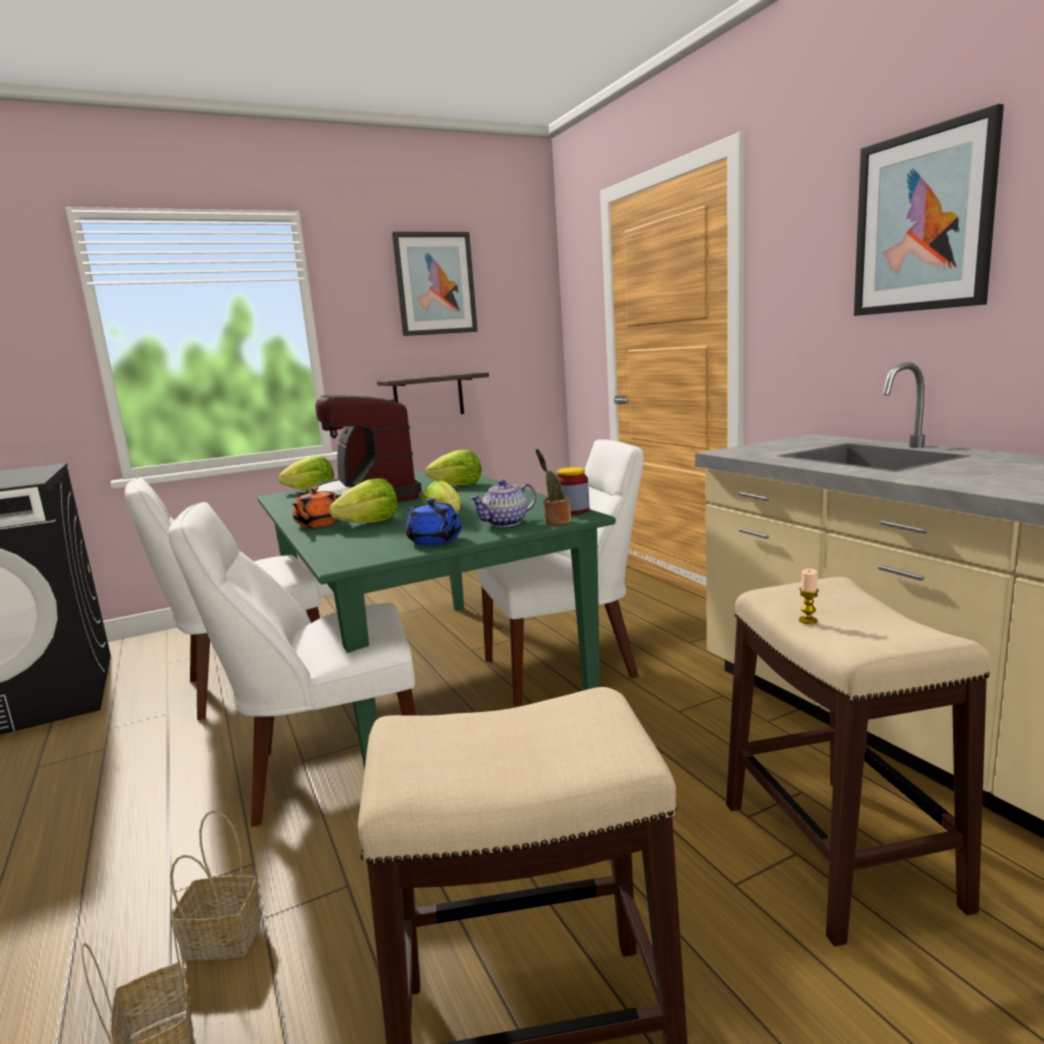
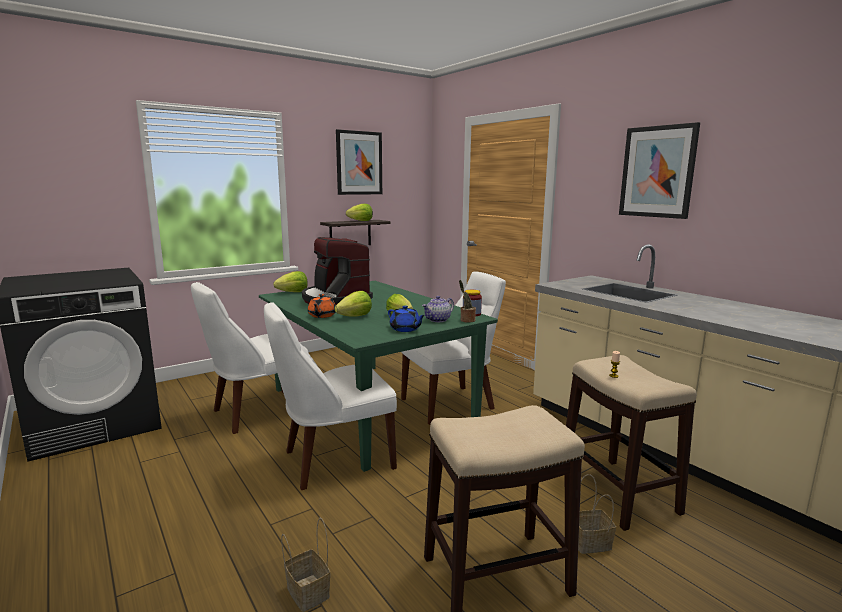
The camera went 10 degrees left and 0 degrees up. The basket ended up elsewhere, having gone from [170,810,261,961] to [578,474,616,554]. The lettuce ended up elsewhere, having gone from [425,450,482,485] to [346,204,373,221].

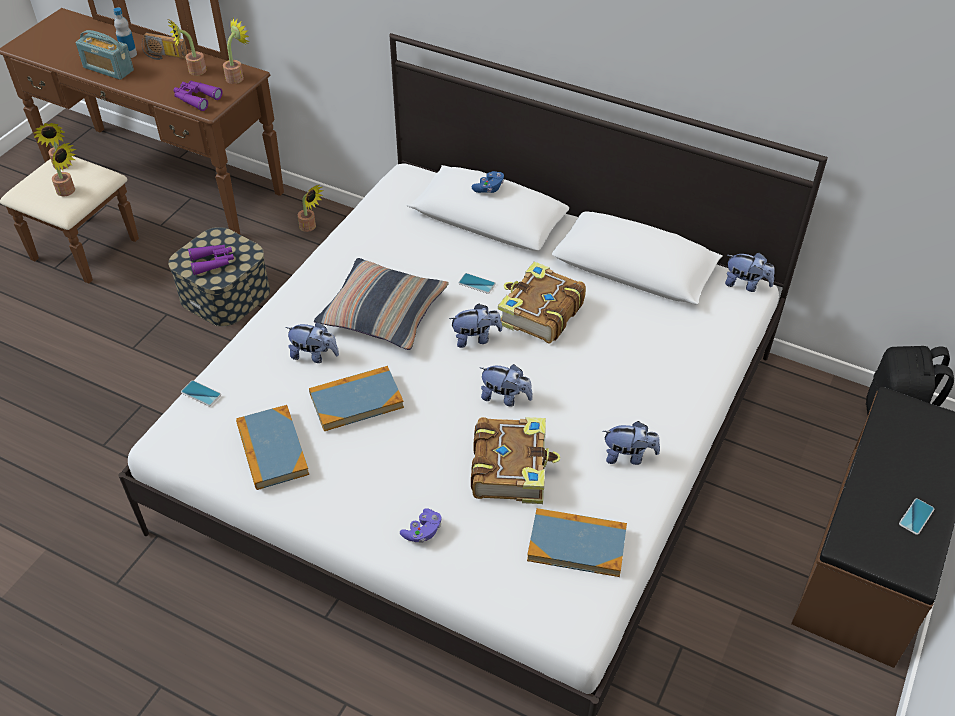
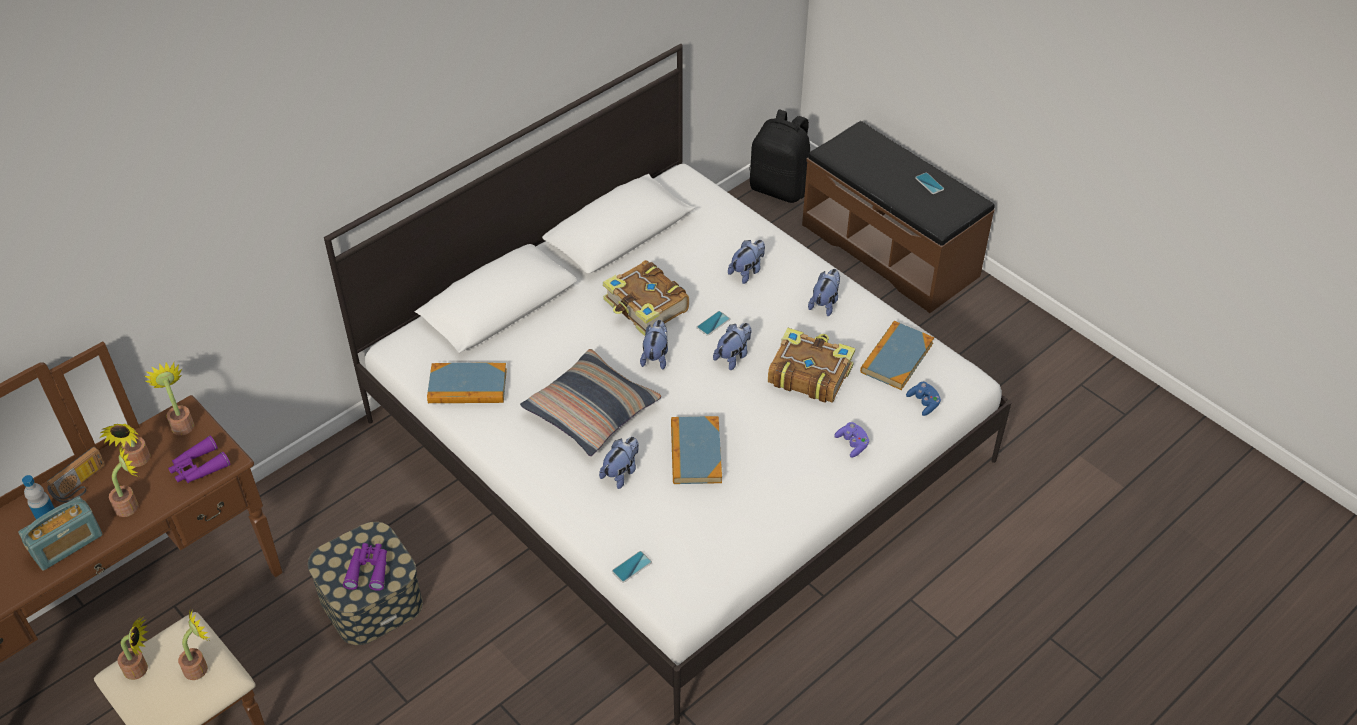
The camera went 70 degrees left and 0 degrees up. The book ended up elsewhere, having gone from [236,405,309,490] to [427,363,507,403]. The potted plant ended up elsewhere, having gone from [298,185,324,232] to [109,444,139,517]. The phone ended up elsewhere, having gone from [458,273,496,294] to [697,311,730,336]. The game controller/blue ended up elsewhere, having gone from [472,171,504,193] to [906,382,941,416]. The plush toy ended up elsewhere, having gone from [725,253,775,292] to [728,240,765,284].

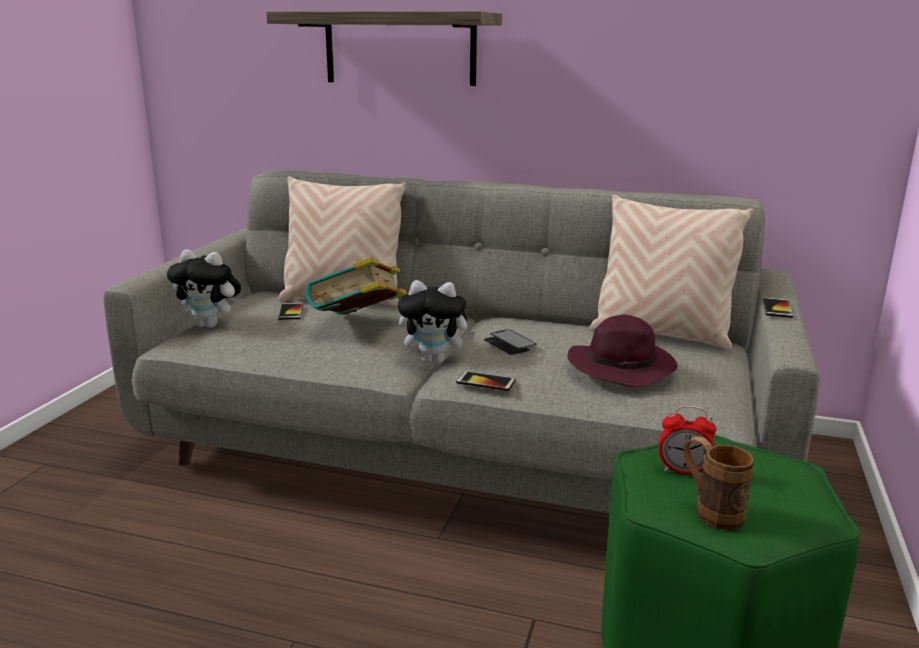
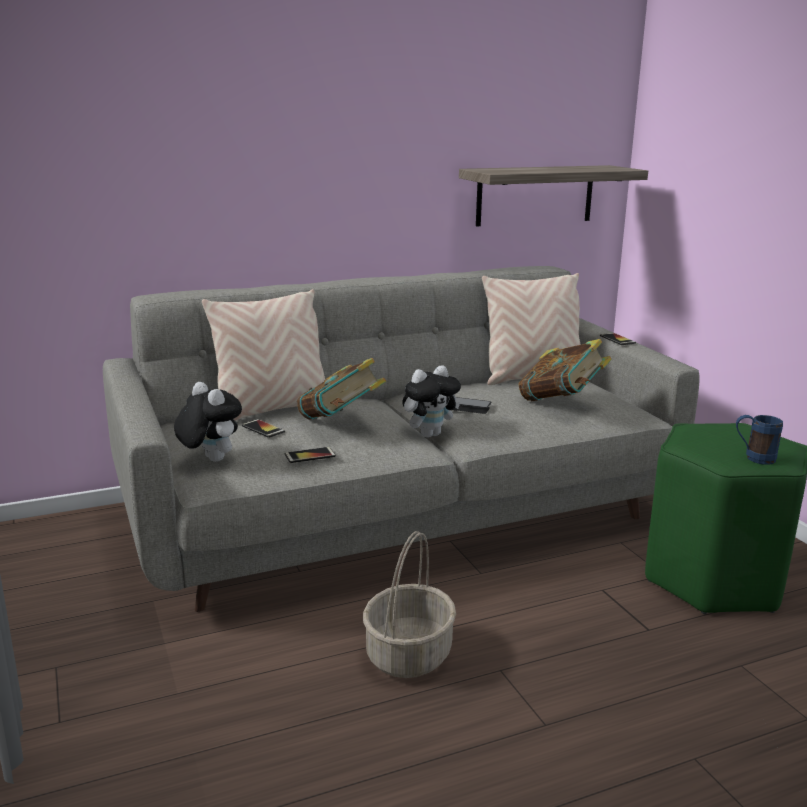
The camera went 40 degrees left and 0 degrees up. The plush toy at [167,250,241,328] ended up facing another way, 105 degrees counterclockwise from before. The shelf ended up elsewhere, having gone from [266,11,502,86] to [459,165,648,227]. The phone ended up elsewhere, having gone from [456,371,516,391] to [285,447,336,463]. Where the hat/purple stood at [568,315,678,387], the book came to stand at [518,339,612,401]. The second view lost the alarm clock at [659,405,717,476]. What was the mug/brown at [684,436,754,530] turned into the mug/blue at [736,415,783,465]. The second view gained the basket at [363,531,456,678].

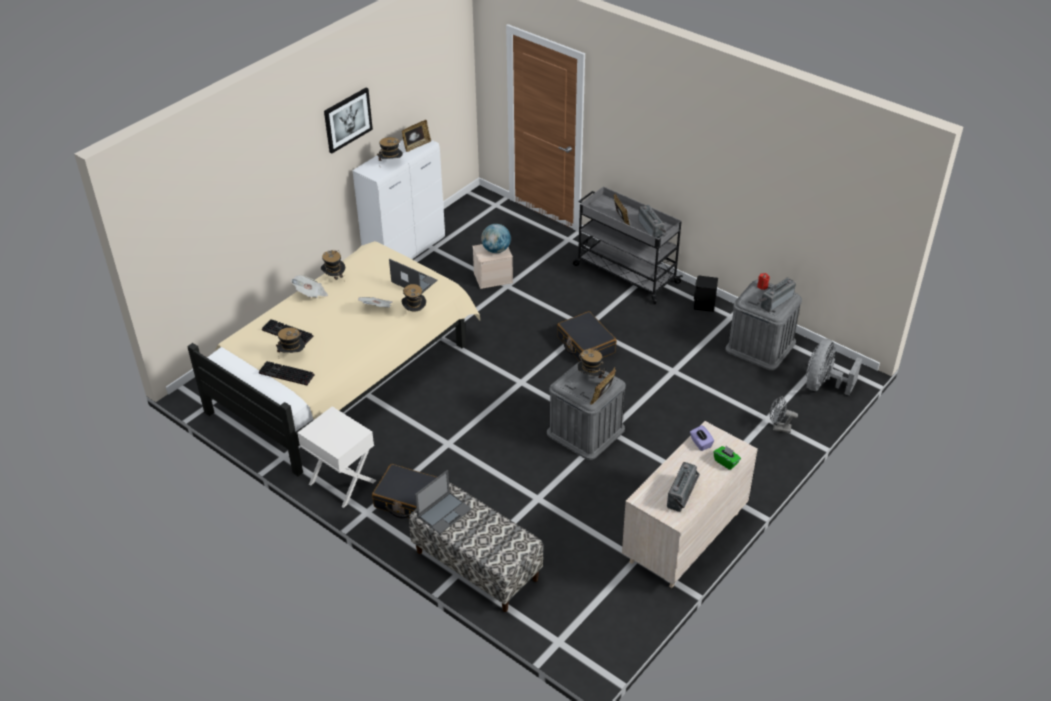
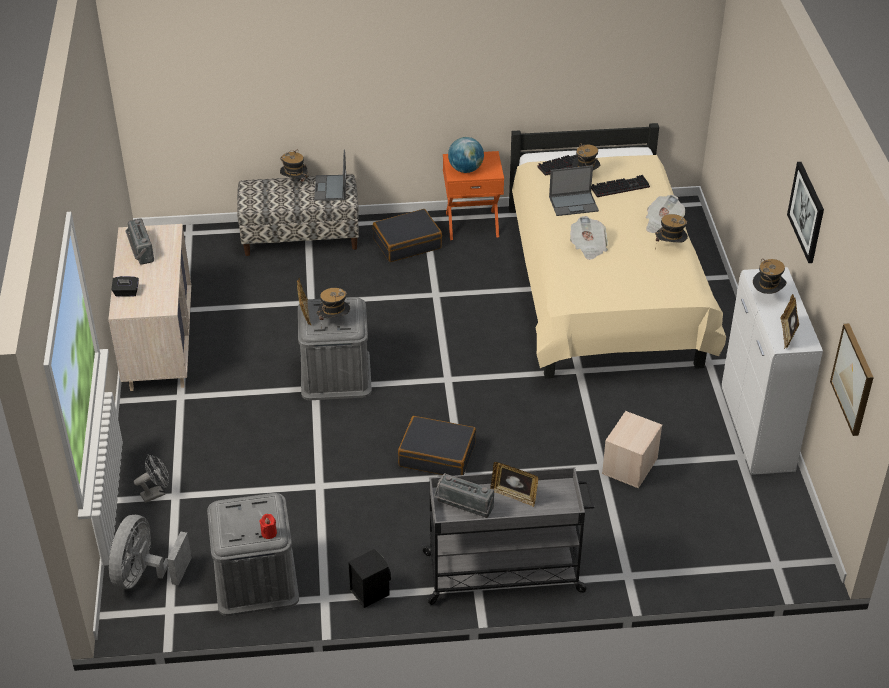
The camera went 135 degrees right and 0 degrees up. What was the nightstand/white at [297,406,377,508] turned into the nightstand/orange at [443,151,504,240]. The laptop ended up elsewhere, having gone from [389,259,437,293] to [549,165,599,216]. The hat ended up elsewhere, having gone from [401,284,426,311] to [280,150,308,182]. The globe ended up elsewhere, having gone from [481,224,511,253] to [448,137,484,173]. The second view lost the tissue box/purple at [690,425,714,451]. What was the tissue box/green at [713,446,741,470] turned into the tissue box/black at [111,276,139,297]. The second view lost the radio at [759,277,796,312]. The fan/grey at [806,339,862,396] ended up facing another way, 150 degrees counterclockwise from before. The second view gained the picture at [830,323,874,436].

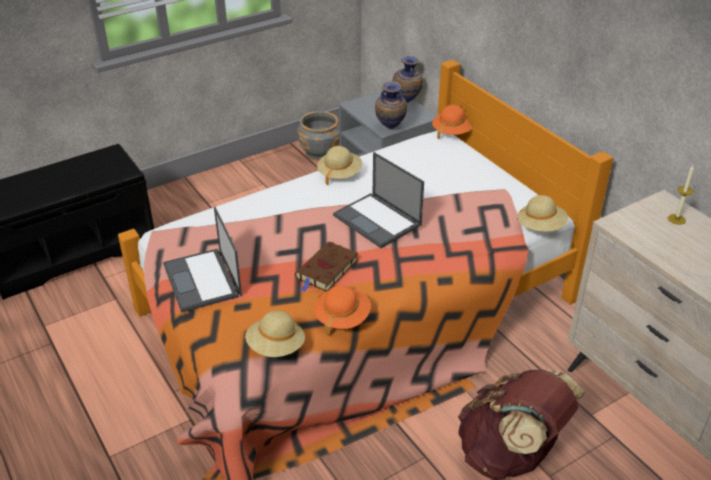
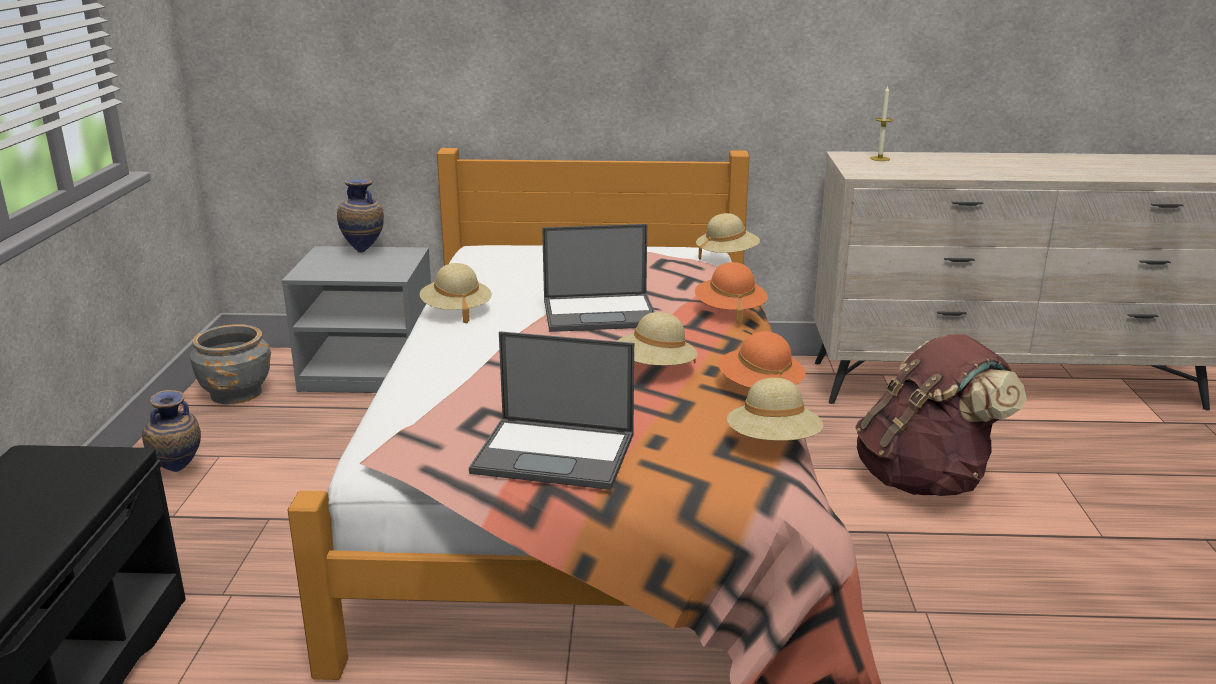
The camera went 55 degrees left and 15 degrees down. Where the book/brown stood at [295,241,358,292], the hat/beige came to stand at [617,312,698,366]. The vase ended up elsewhere, having gone from [375,81,407,129] to [142,390,201,472]. The hat/orange ended up elsewhere, having gone from [432,105,472,139] to [695,262,768,325].

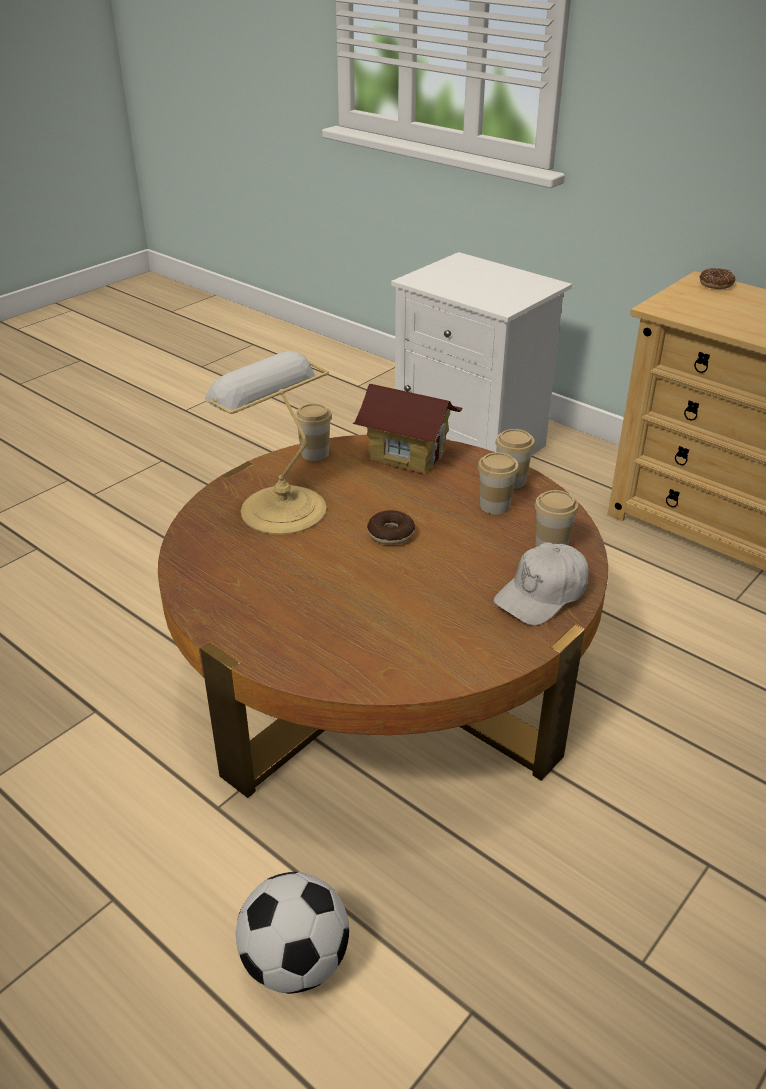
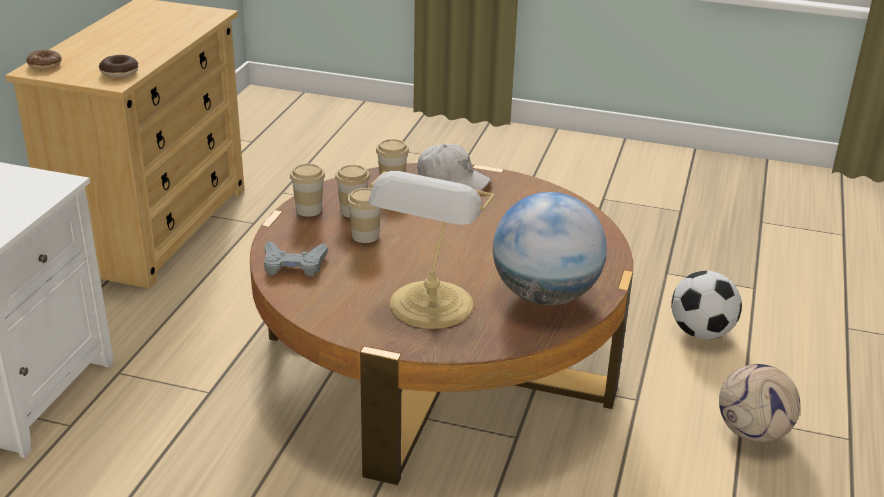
The camera went 115 degrees left and 5 degrees down. The cup ended up elsewhere, having gone from [295,403,332,461] to [347,188,381,243]. Where the toy house stood at [353,384,463,474], the game controller/grey came to stand at [264,241,328,277]. The donut ended up elsewhere, having gone from [367,510,415,545] to [99,55,138,78]. The second view gained the globe at [493,192,607,305]. The second view gained the football at [719,364,800,442].

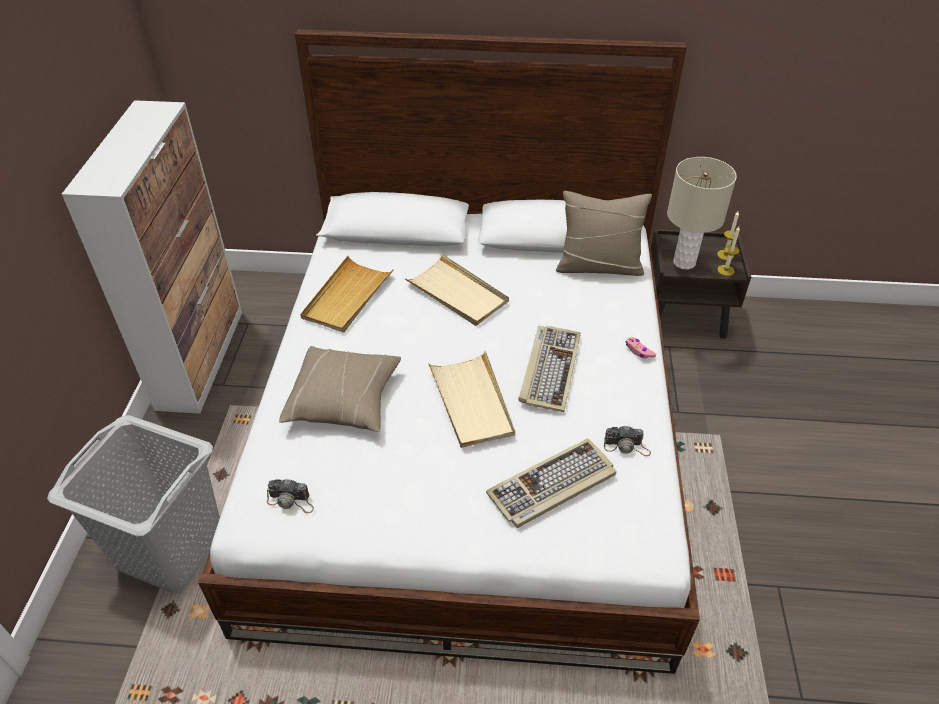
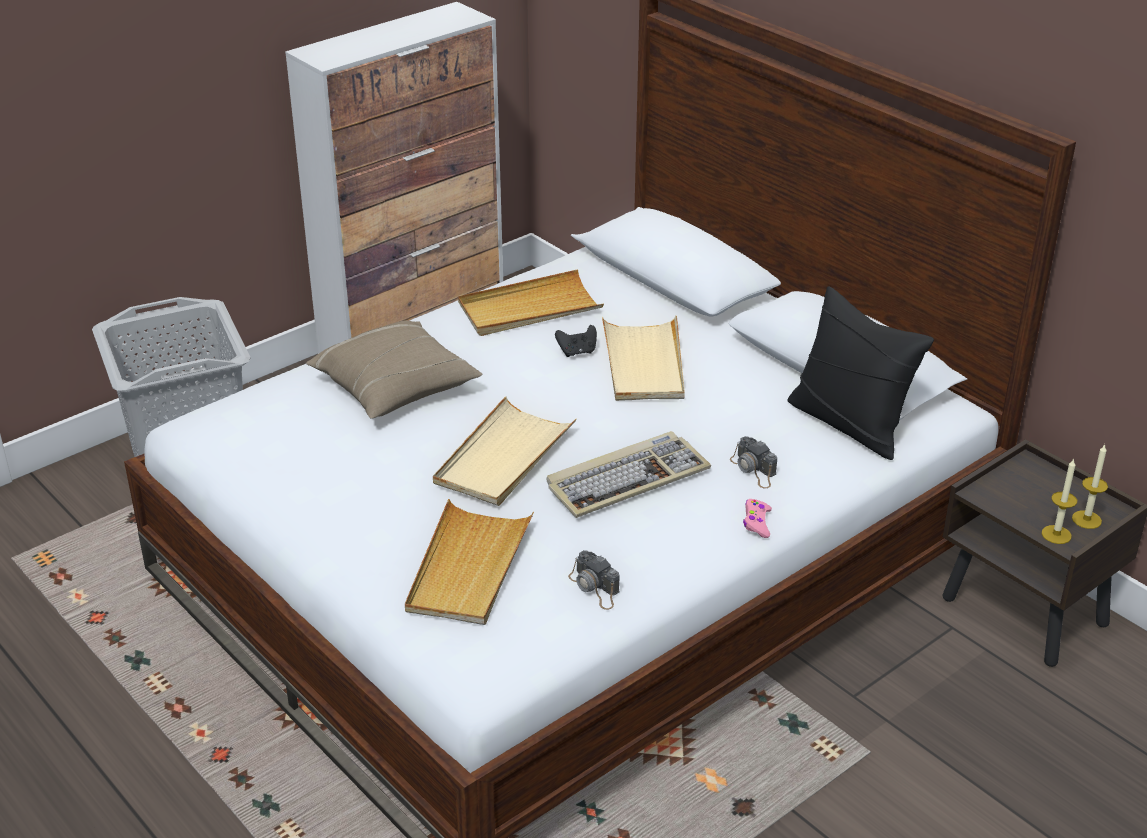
The camera went 45 degrees right and 10 degrees down. The photo camera ended up elsewhere, having gone from [267,479,314,513] to [730,436,777,488]. Where the keyboard stood at [486,438,616,528], the tray/beige came to stand at [405,499,534,625]. What was the pillow/beige at [556,191,652,276] turned into the pillow/black at [787,286,934,460]. The second view lost the table lamp/beige at [667,157,737,270]. The second view gained the game controller/black at [555,325,597,357].

